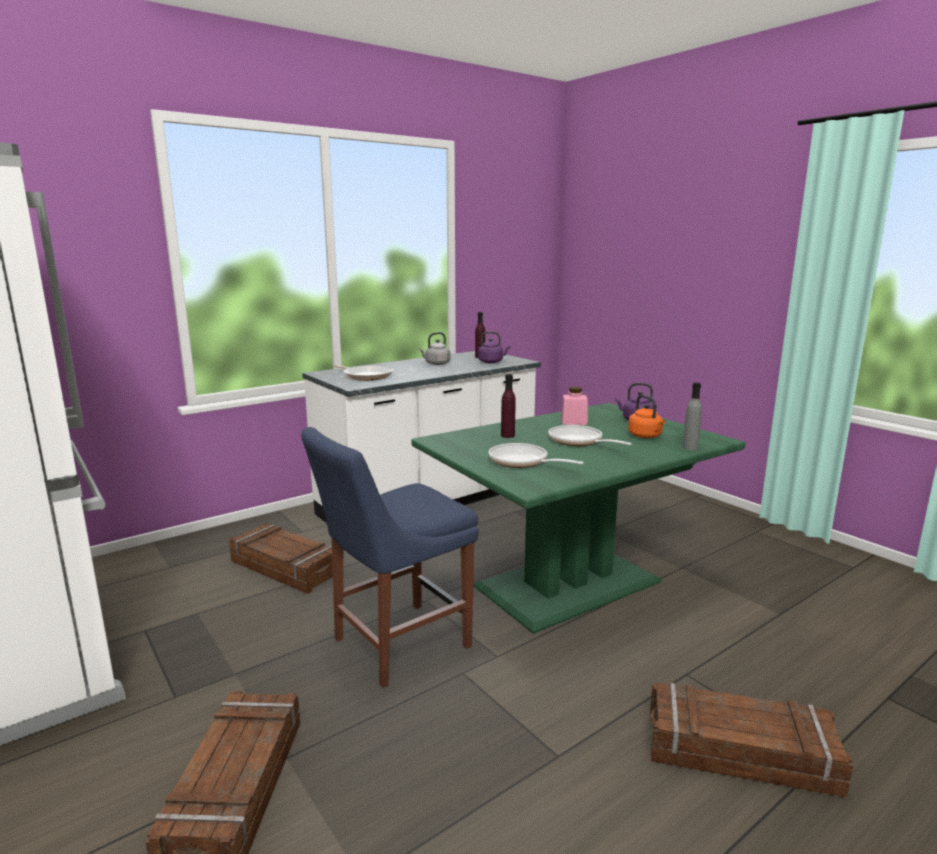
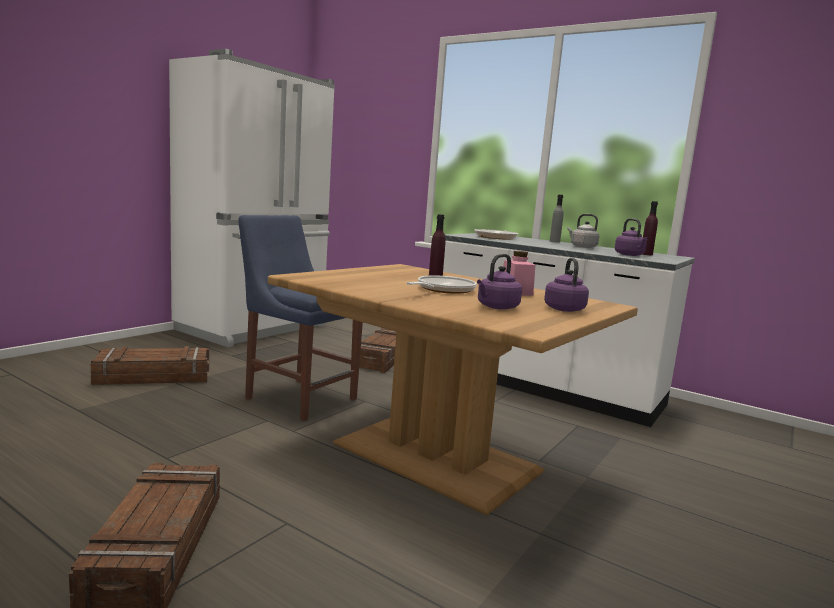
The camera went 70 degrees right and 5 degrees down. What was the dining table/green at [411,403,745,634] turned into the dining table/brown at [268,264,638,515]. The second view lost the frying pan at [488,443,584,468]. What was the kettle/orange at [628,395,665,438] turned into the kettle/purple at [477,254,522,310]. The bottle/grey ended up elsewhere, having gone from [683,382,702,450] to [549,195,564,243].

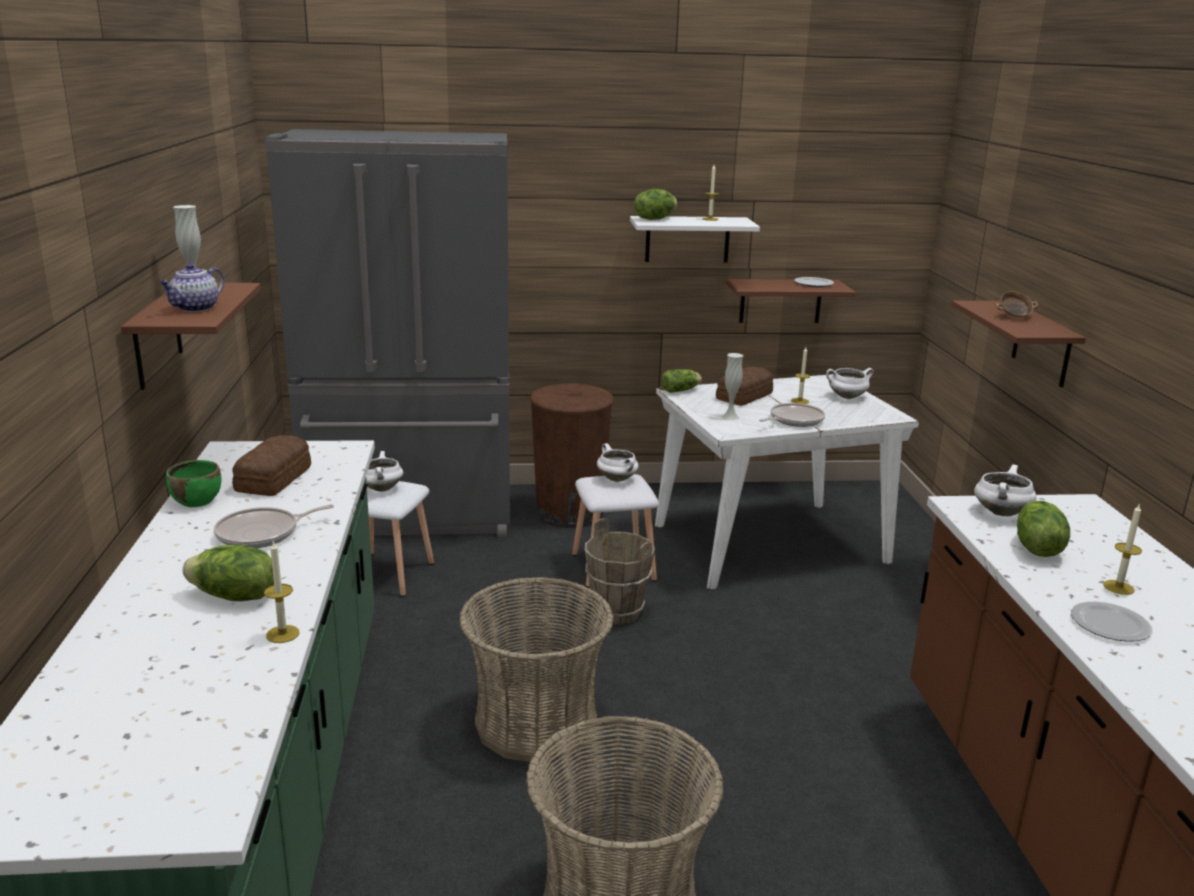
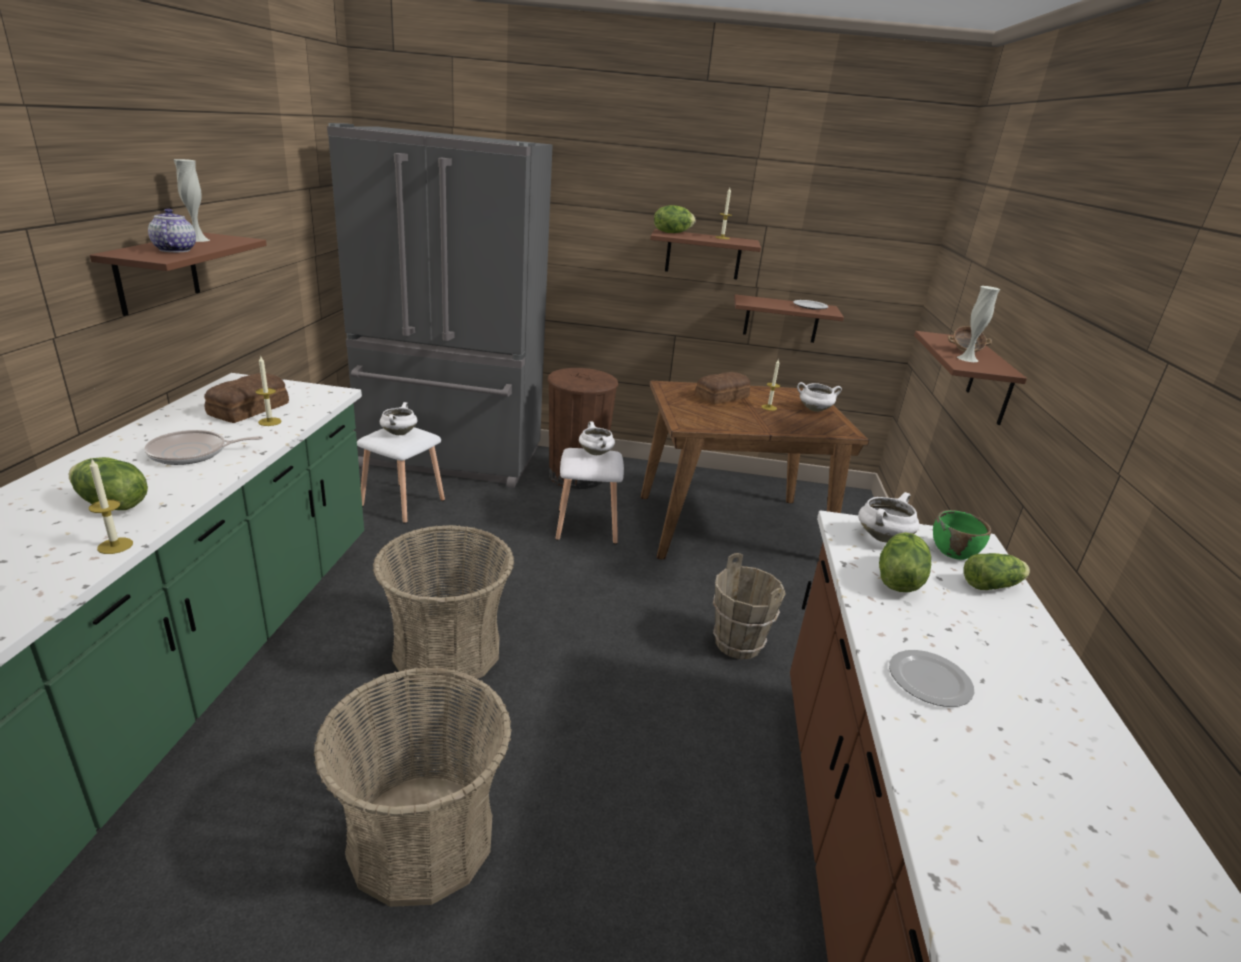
The camera went 10 degrees right and 5 degrees up. The teapot at [159,264,224,312] ended up facing another way, 120 degrees clockwise from before. The bowl/green ended up elsewhere, having gone from [166,460,221,507] to [933,510,991,560]. The bucket/brown ended up elsewhere, having gone from [585,518,655,625] to [713,553,786,659]. What was the shelf/white at [630,216,760,263] turned into the shelf/brown at [650,229,761,280]. What was the dining table/white at [655,374,919,590] turned into the dining table/brown at [640,380,869,559]. The lettuce ended up elsewhere, having gone from [662,369,702,393] to [964,553,1030,590]. The vase/white ended up elsewhere, having gone from [721,353,743,420] to [957,286,1000,362]. The second view lost the frying pan at [759,403,825,427]. The candle ended up elsewhere, having gone from [1103,503,1142,595] to [256,356,282,426].

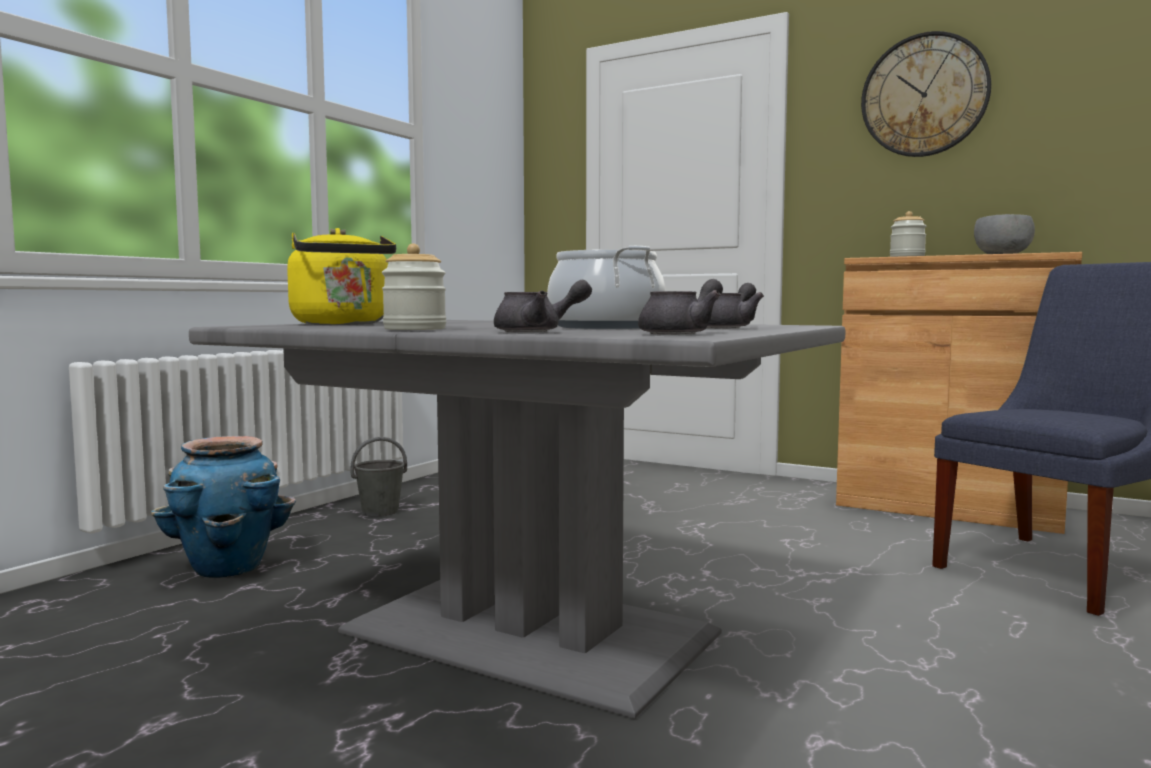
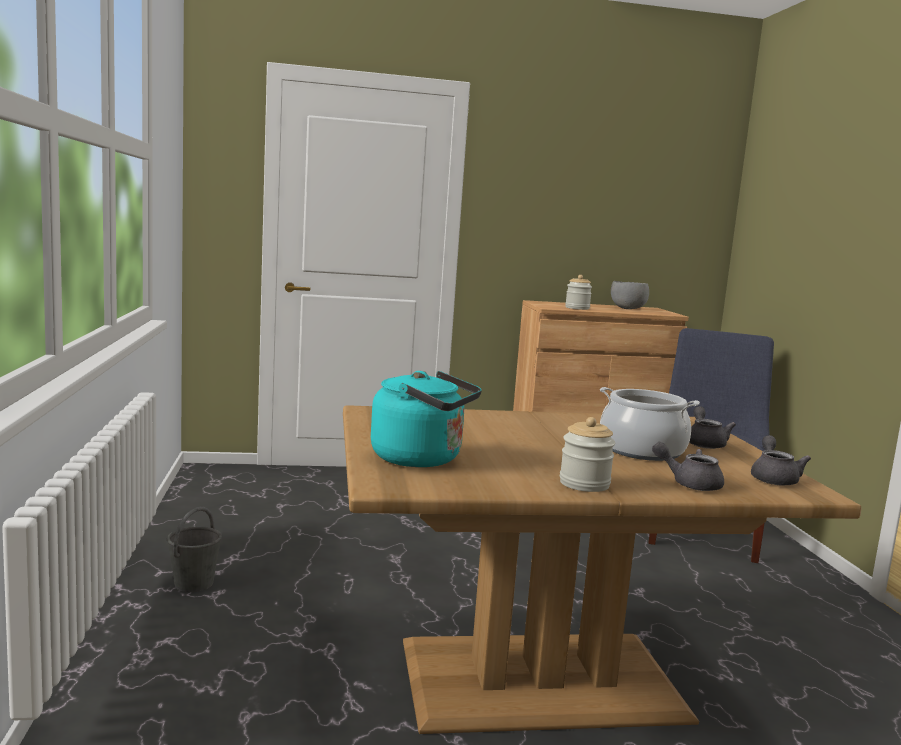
The camera went 40 degrees left and 5 degrees up. The second view lost the planter at [151,436,296,578]. What was the dining table/grey at [189,320,846,719] turned into the dining table/brown at [343,405,862,734]. What was the kettle/yellow at [287,228,396,325] turned into the kettle/turquoise at [371,371,482,467]. The teapot/grey at [494,280,592,332] ended up facing another way, 105 degrees counterclockwise from before. The second view lost the wall clock at [861,31,991,157].

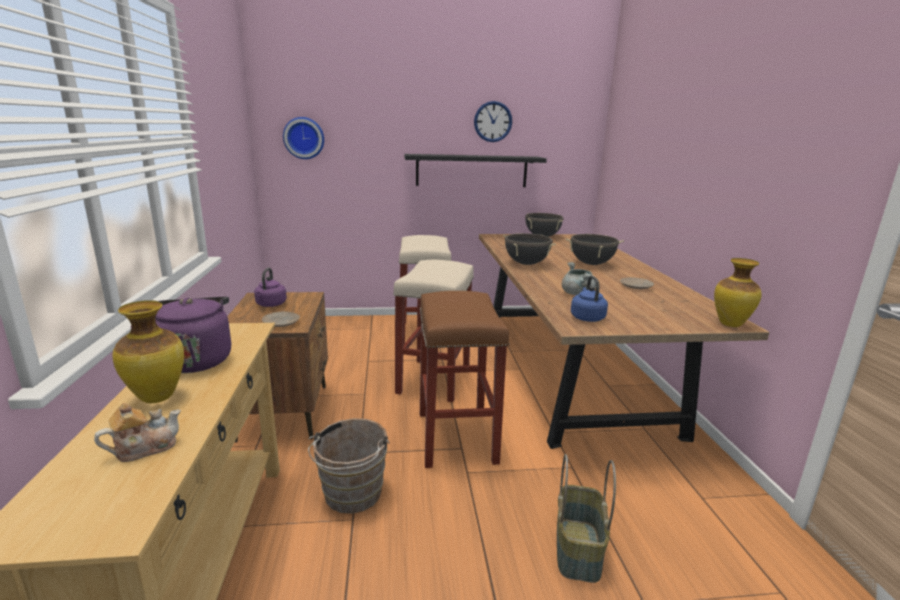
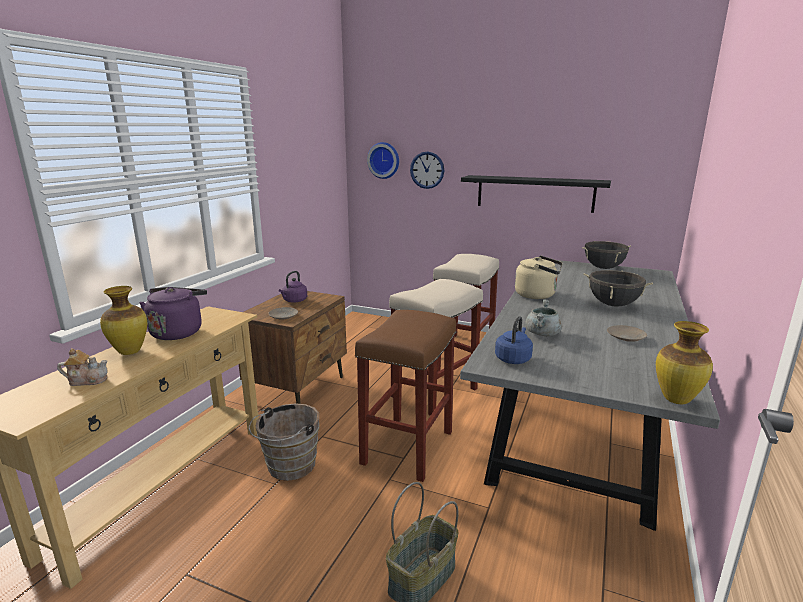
The camera went 30 degrees right and 0 degrees up. The wall clock ended up elsewhere, having gone from [474,101,512,142] to [410,151,444,189]. What was the dining table/brown at [479,234,769,449] turned into the dining table/grey at [460,260,720,531]. Where the cooking pot/black stood at [503,233,556,265], the kettle/beige came to stand at [515,256,563,299].

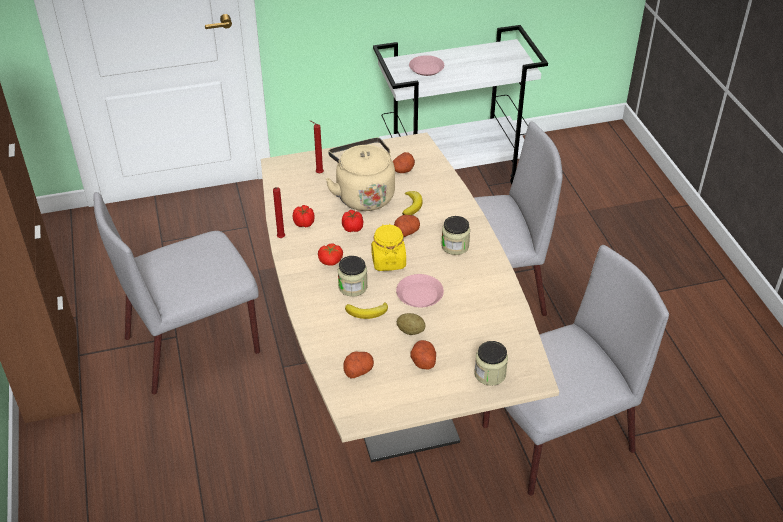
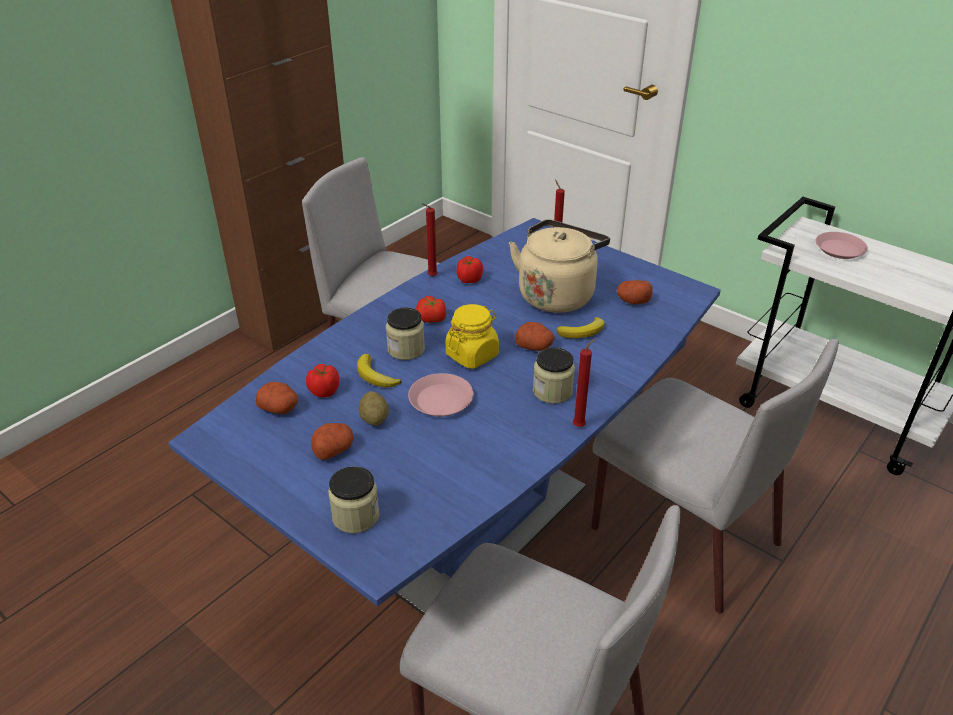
The camera went 55 degrees right and 5 degrees down. What was the dining table/beige at [261,132,559,462] turned into the dining table/blue at [168,218,721,615]. The tomato ended up elsewhere, having gone from [342,210,363,232] to [306,364,339,398]. The second view gained the candle/red at [573,338,596,427].

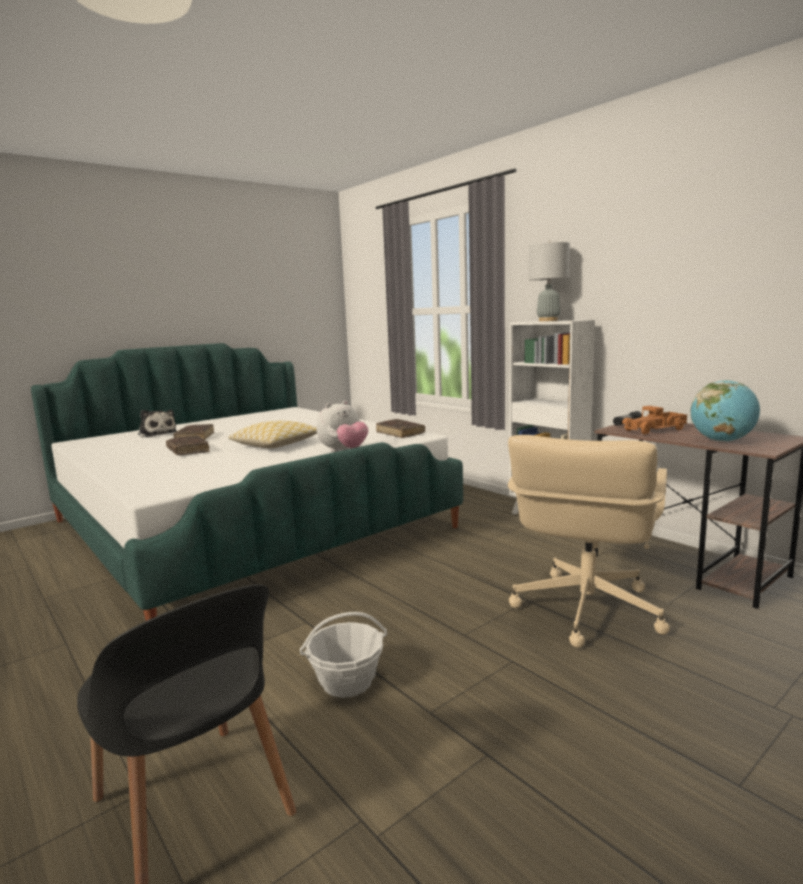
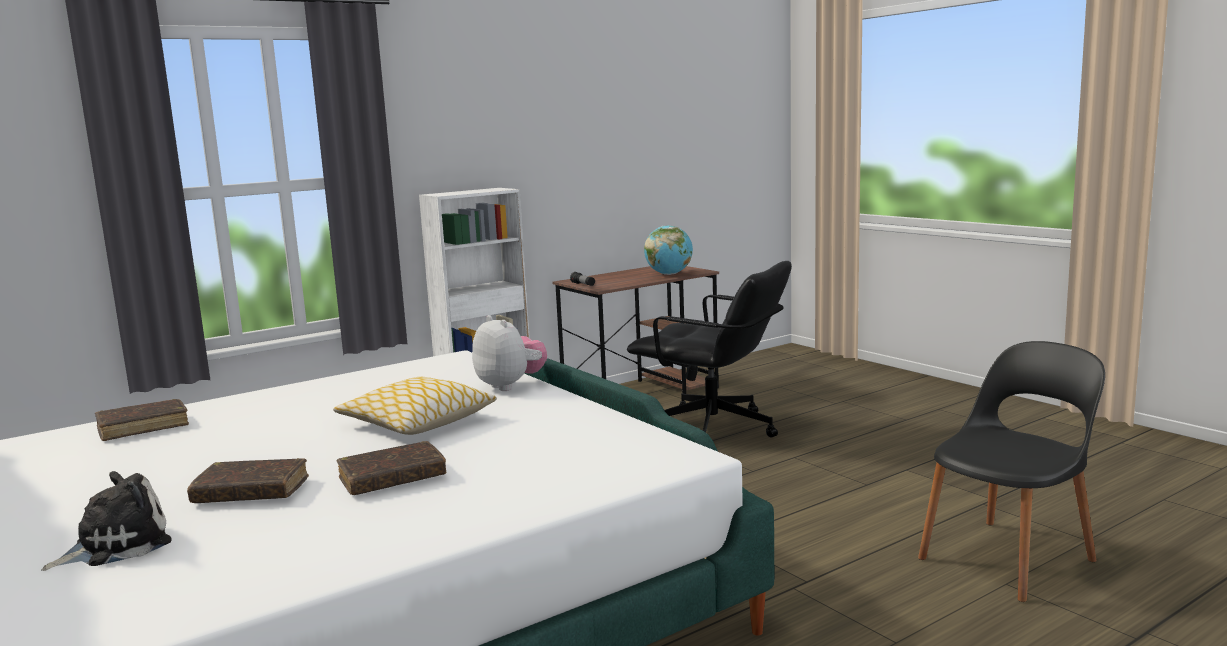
The camera went 85 degrees left and 0 degrees up. The second view lost the basket at [300,612,387,698]. The book/brown ended up elsewhere, having gone from [376,419,425,438] to [95,399,189,441]. What was the office chair/beige at [508,435,670,648] turned into the office chair/black at [627,261,792,437]. The second view lost the table lamp/grey at [529,241,570,321]. The second view lost the toy truck at [622,406,687,435].

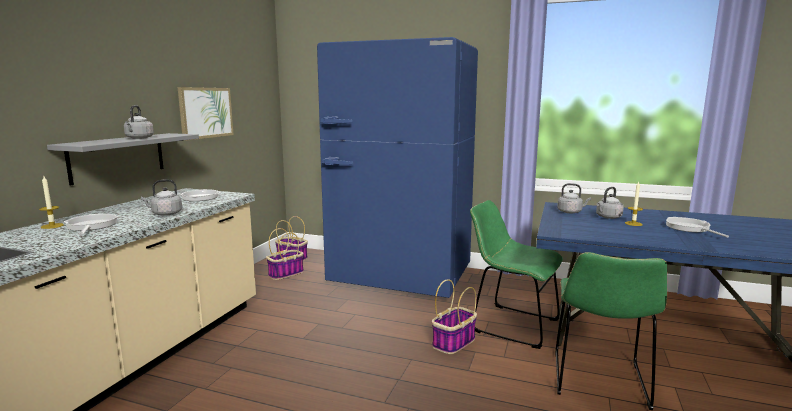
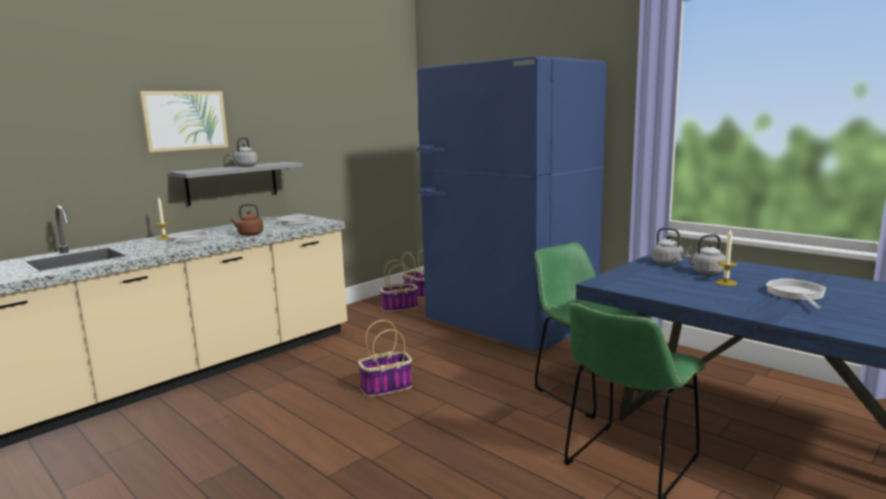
The camera went 25 degrees right and 0 degrees up. What was the kettle/grey at [141,179,182,216] turned into the kettle/brown at [230,204,263,236]. The picture ended up elsewhere, having gone from [178,87,234,141] to [139,91,228,152]. The basket ended up elsewhere, having gone from [432,279,477,354] to [358,320,412,397].

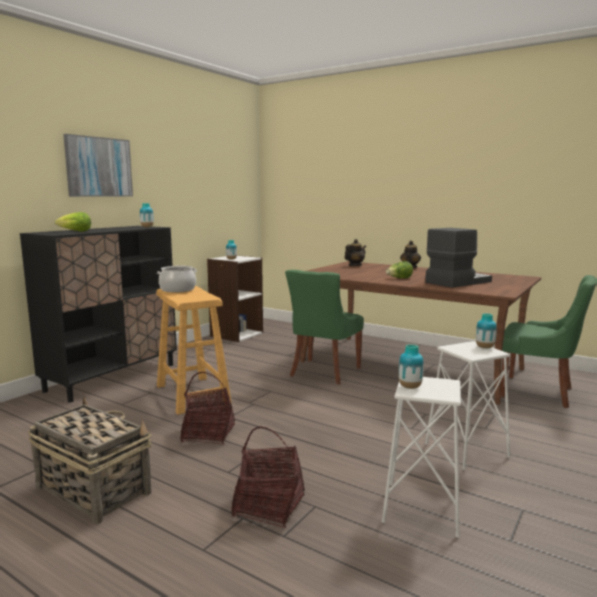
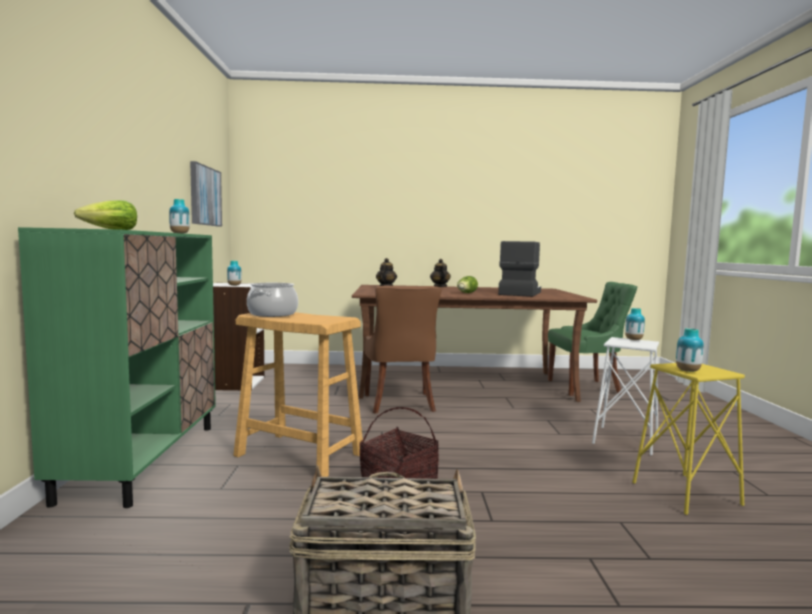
The camera went 35 degrees left and 5 degrees down. What was the cabinet/black at [20,226,177,403] turned into the cabinet/green at [18,227,216,508]. The picture ended up elsewhere, having gone from [63,134,133,197] to [190,161,222,227]. The second view lost the basket at [231,427,305,528]. What was the chair/green at [285,270,364,385] turned into the chair/brown at [364,286,442,414]. What was the stool/white at [382,377,461,538] turned into the stool/yellow at [632,363,745,515].

